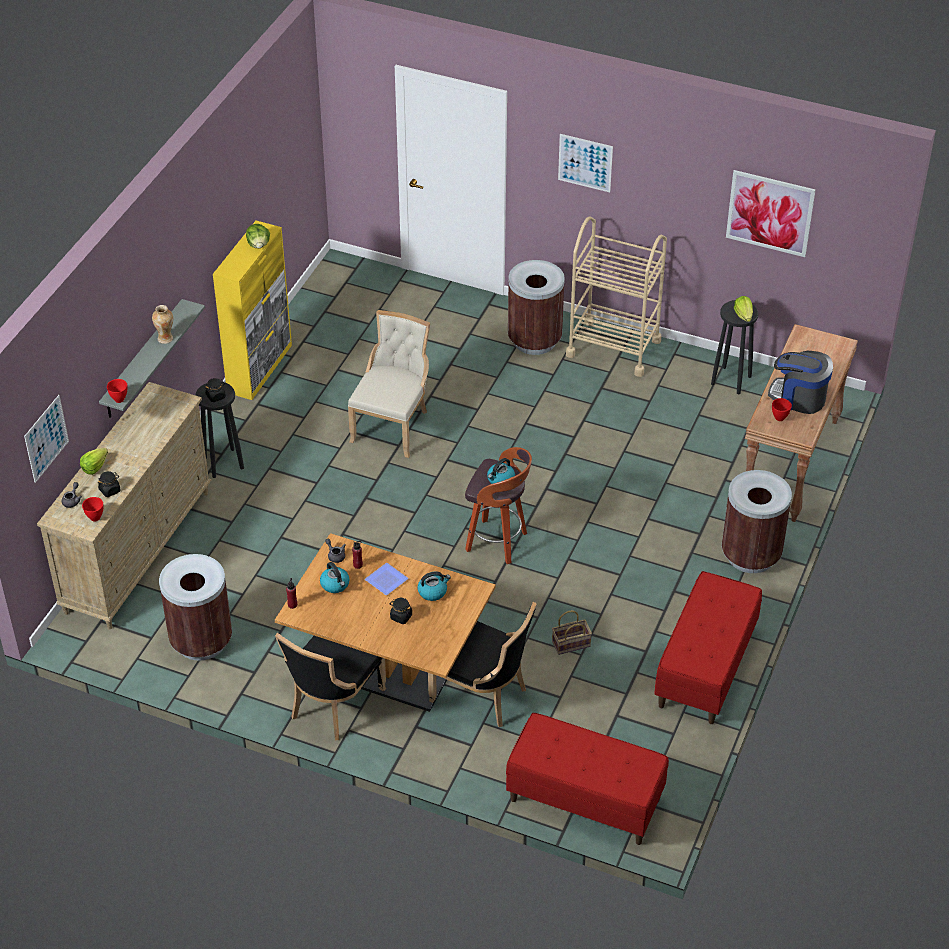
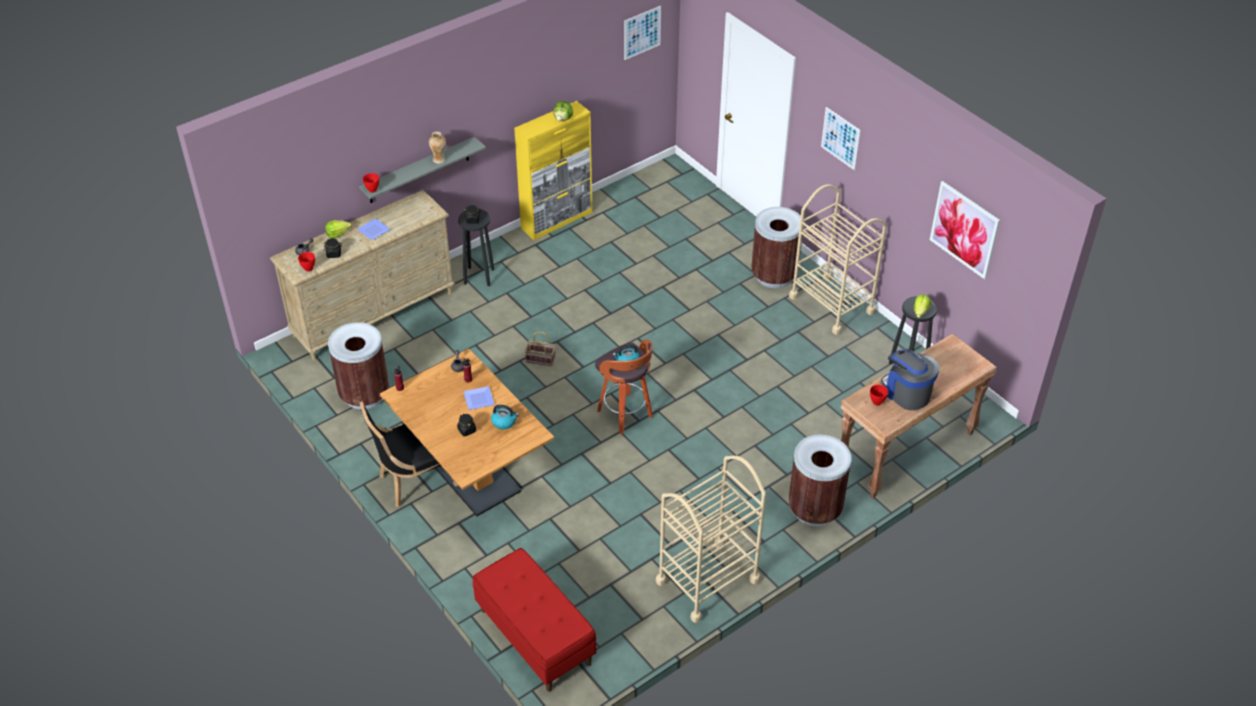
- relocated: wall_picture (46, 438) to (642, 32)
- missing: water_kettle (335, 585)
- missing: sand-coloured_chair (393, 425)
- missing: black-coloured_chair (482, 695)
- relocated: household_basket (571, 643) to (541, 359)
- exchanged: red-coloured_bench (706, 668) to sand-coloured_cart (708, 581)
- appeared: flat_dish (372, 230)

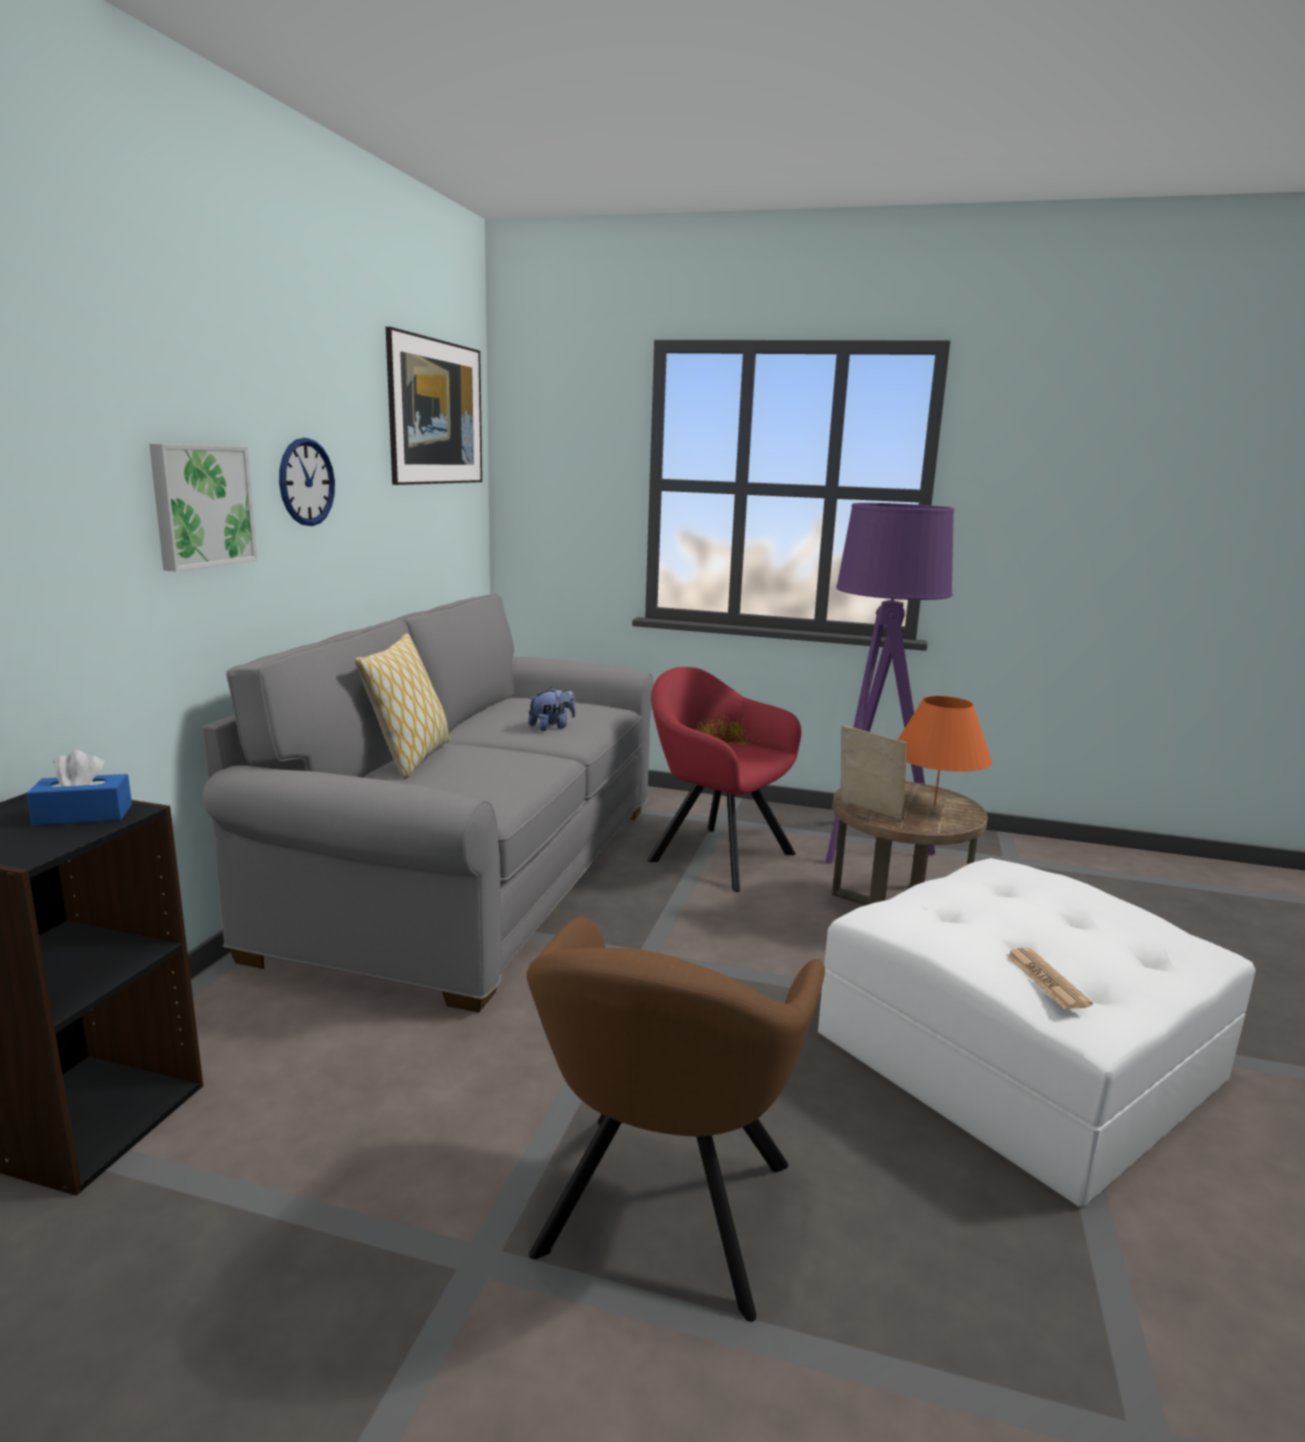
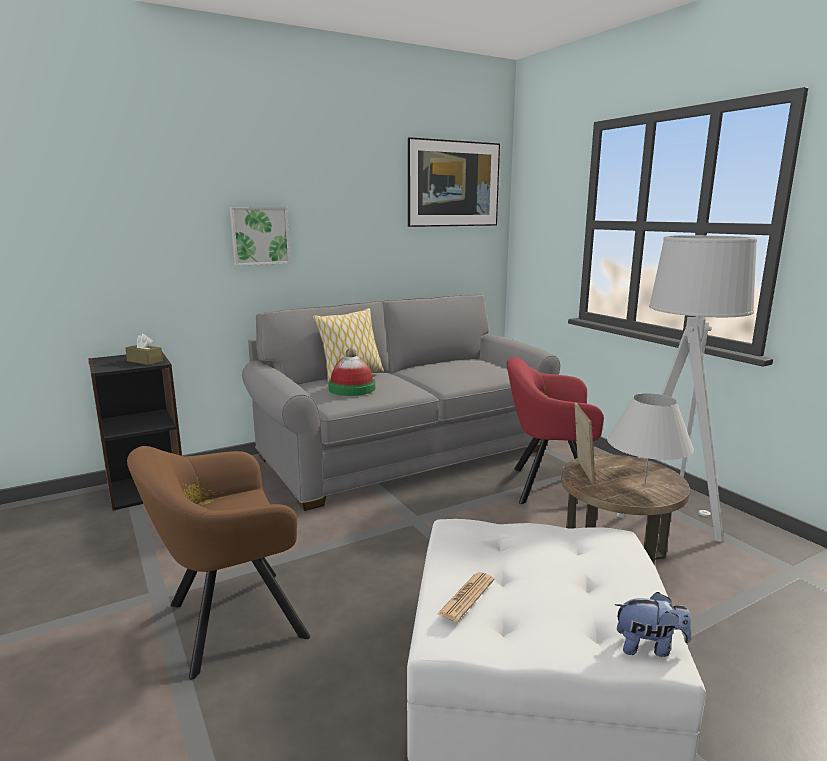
- colour: blue_tissue_box (83, 815) to brownish_tissue_box (145, 361)
- missing: clock_on_the_wall (306, 482)
- relocated: cuddly_toy (552, 727) to (649, 647)
- spun: red-coloured_easy_chair (715, 854) = (547, 486) 75 degrees counterclockwise
- colour: purple-coloured_floor_lamp (866, 845) to greyish_floor_lamp (672, 517)
- colour: orange-coloured_table_lamp (934, 805) to whitish_table_lamp (644, 483)
- appeared: clothing_hat (352, 388)

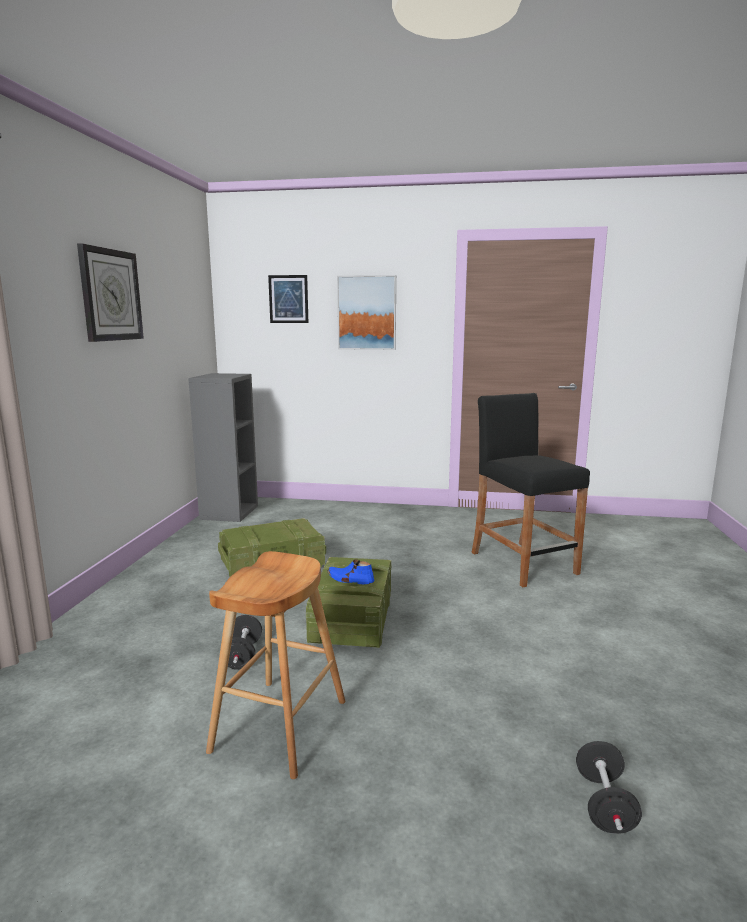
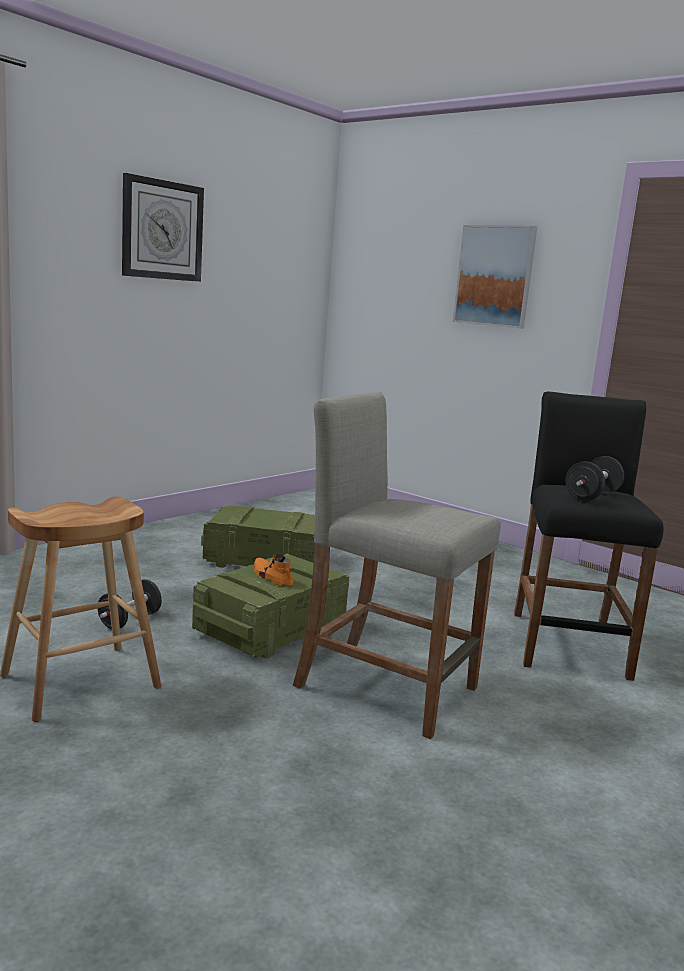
- missing: greyish_bookcase (229, 512)
- missing: wall_picture (288, 299)
- colour: blue_item_of_footwear (350, 579) to orange-coloured_item_of_footwear (271, 577)
- relocated: black-coloured_free_weight (604, 804) to (592, 496)
- appeared: sand-coloured_stool_seat (386, 687)

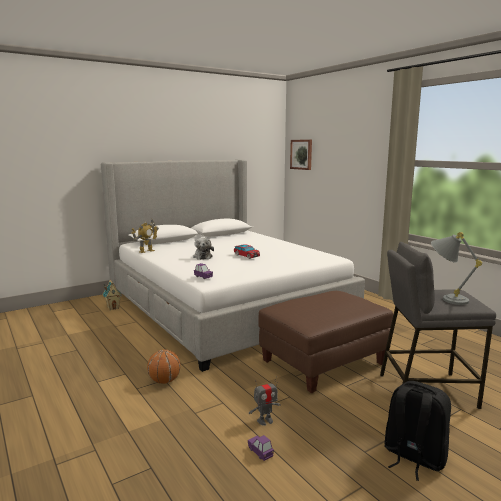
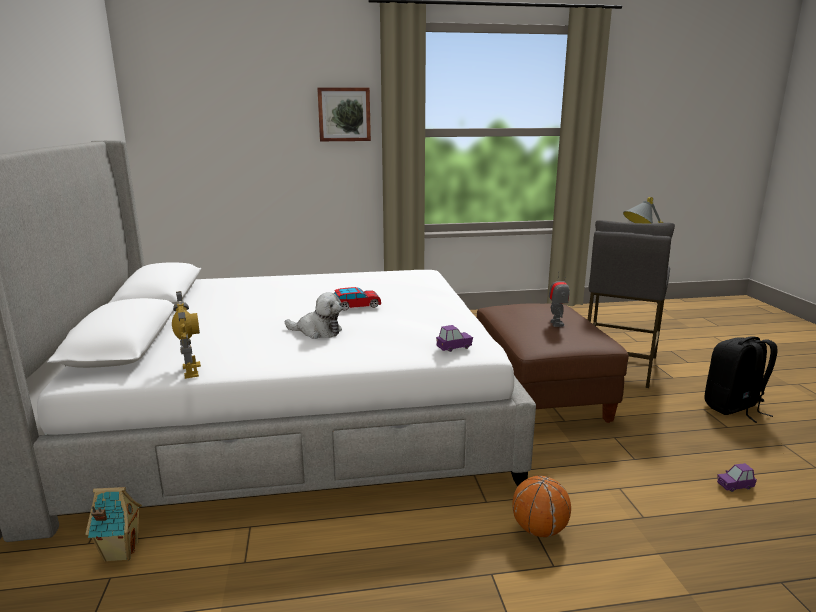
- relocated: model_robot (265, 421) to (556, 324)
- relocated: wall_picture (301, 154) to (344, 114)

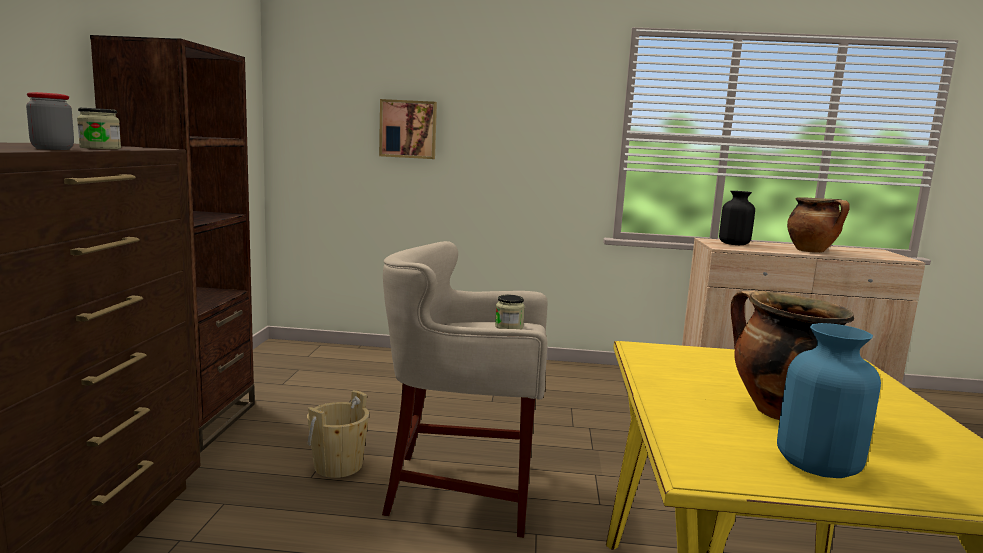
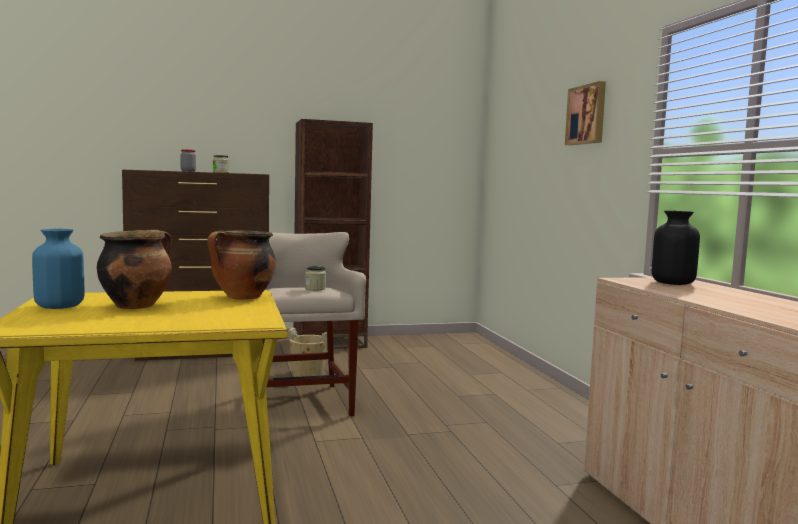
- relocated: wall_picture (408, 129) to (587, 115)
- relocated: saucepot (812, 251) to (242, 298)

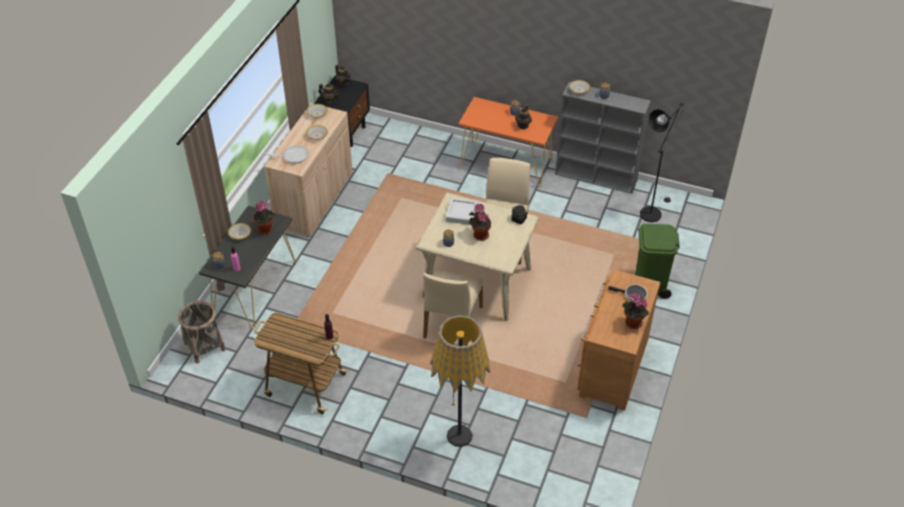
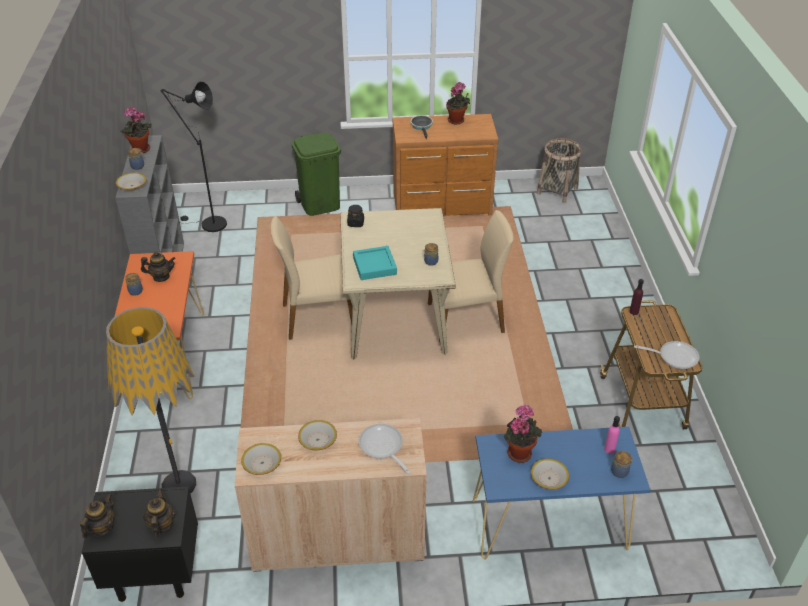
- relocated: household_basket (204, 346) to (557, 190)
- colour: black-coloured_hall_table (255, 288) to blue_hall_table (548, 524)
- relocated: floor_lamp (459, 436) to (179, 484)
- colour: greyish_carrying_tray (462, 213) to turquoise_carrying_tray (374, 266)
- relocated: plant_in_a_pot (479, 235) to (140, 150)
- appeared: pan (674, 357)

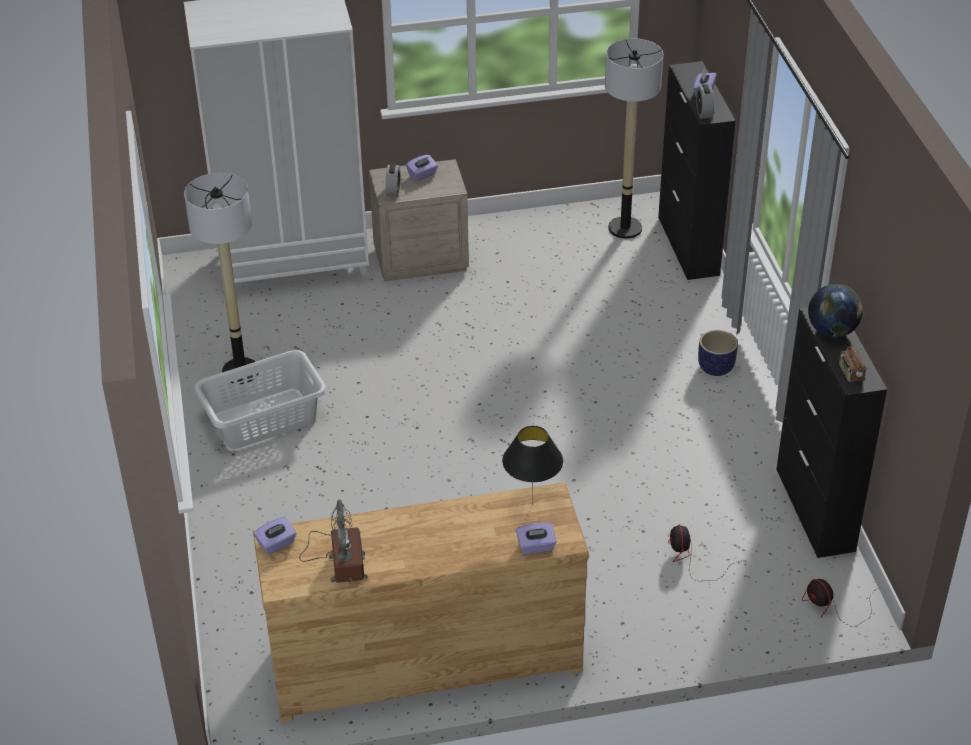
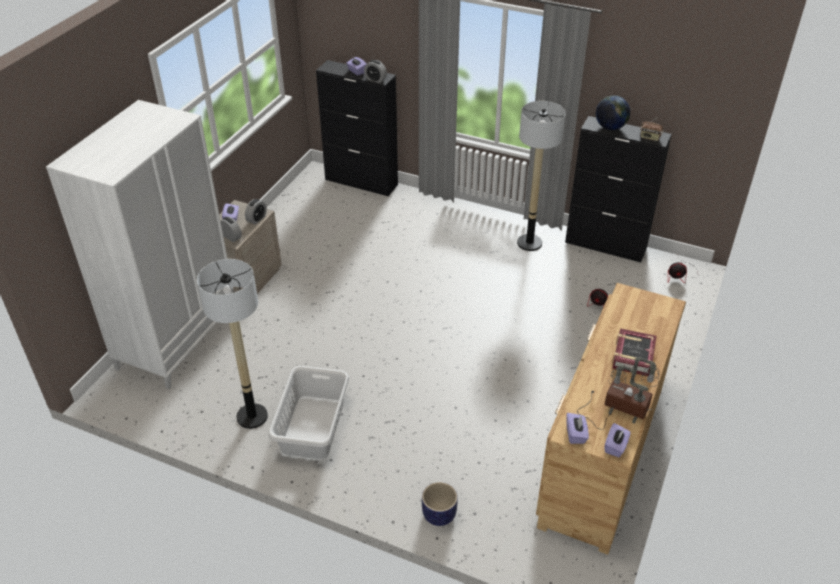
- missing: black-coloured_table_lamp (532, 505)
- relocated: purple-coloured_tissue_box (536, 547) to (616, 447)
- relocated: floor_lamp (625, 228) to (529, 243)
- relocated: plant_pot (715, 367) to (438, 515)
- appeared: table_clock (256, 219)
- appeared: volume (632, 356)

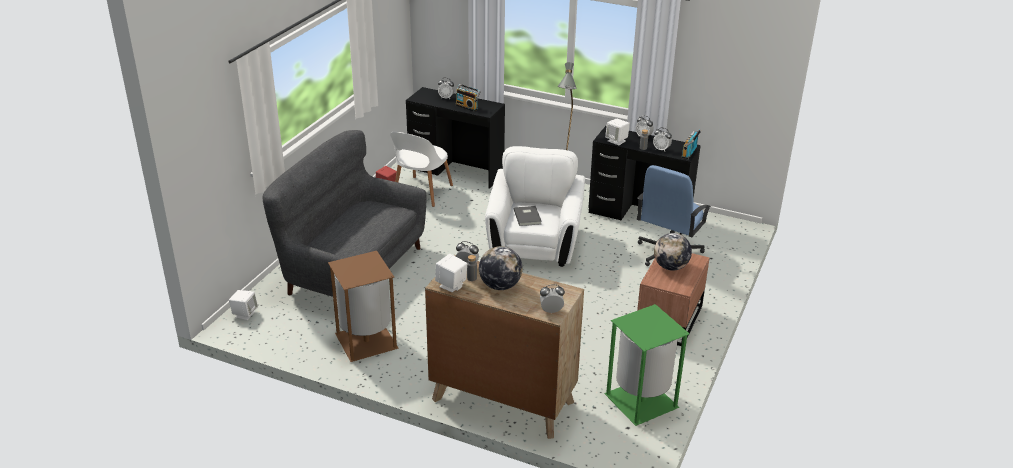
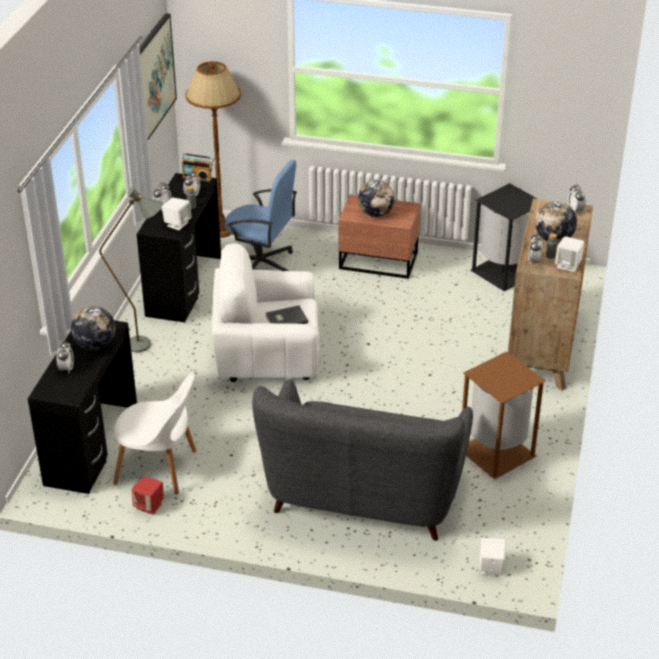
- exchanged: radio_set (467, 106) to desk_globe (95, 345)
- colour: greenish_waste_bin (641, 402) to black-coloured_waste_bin (505, 272)
- appeared: wall_picture (153, 77)
- appeared: brownish_floor_lamp (220, 230)

